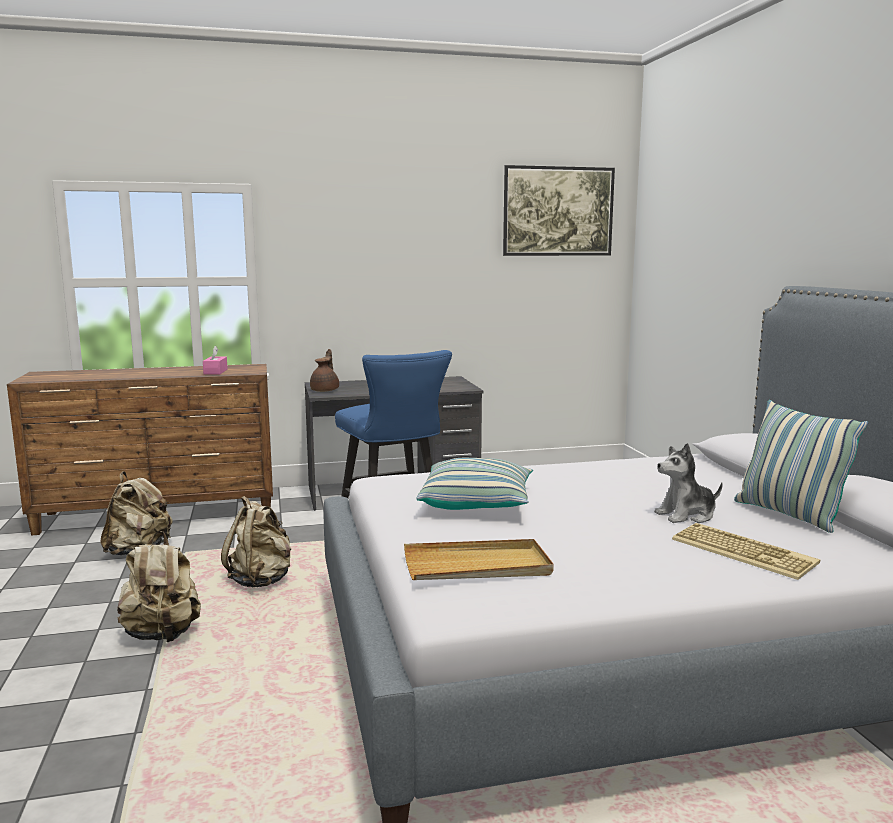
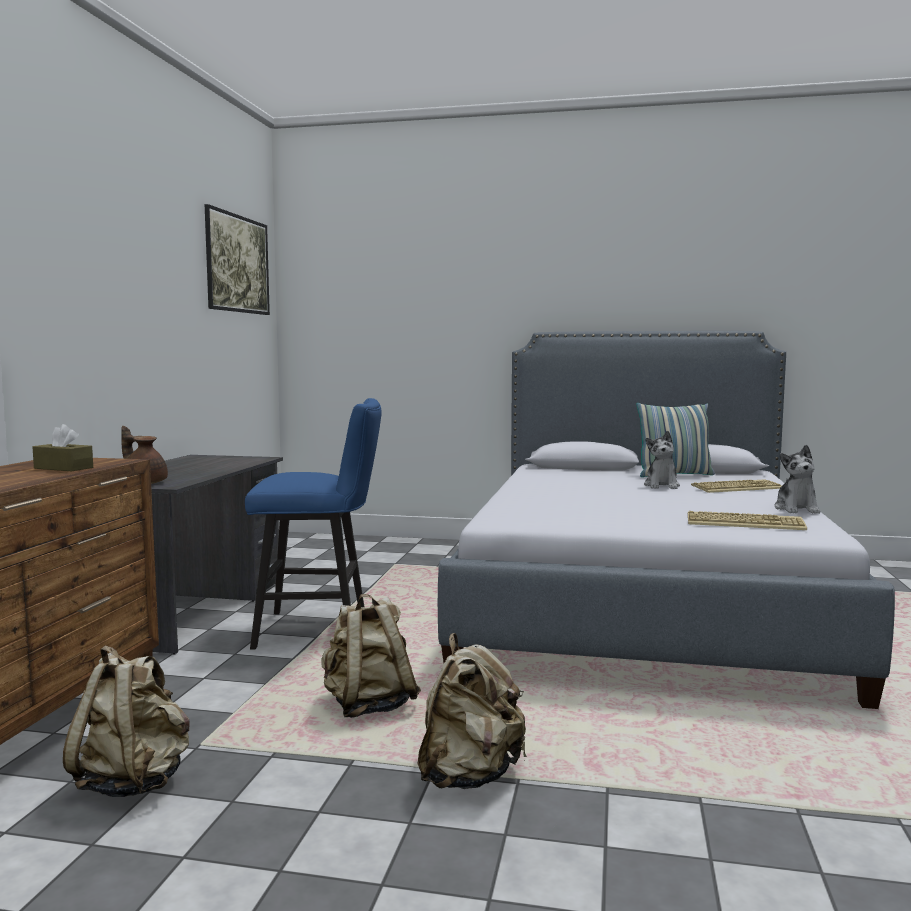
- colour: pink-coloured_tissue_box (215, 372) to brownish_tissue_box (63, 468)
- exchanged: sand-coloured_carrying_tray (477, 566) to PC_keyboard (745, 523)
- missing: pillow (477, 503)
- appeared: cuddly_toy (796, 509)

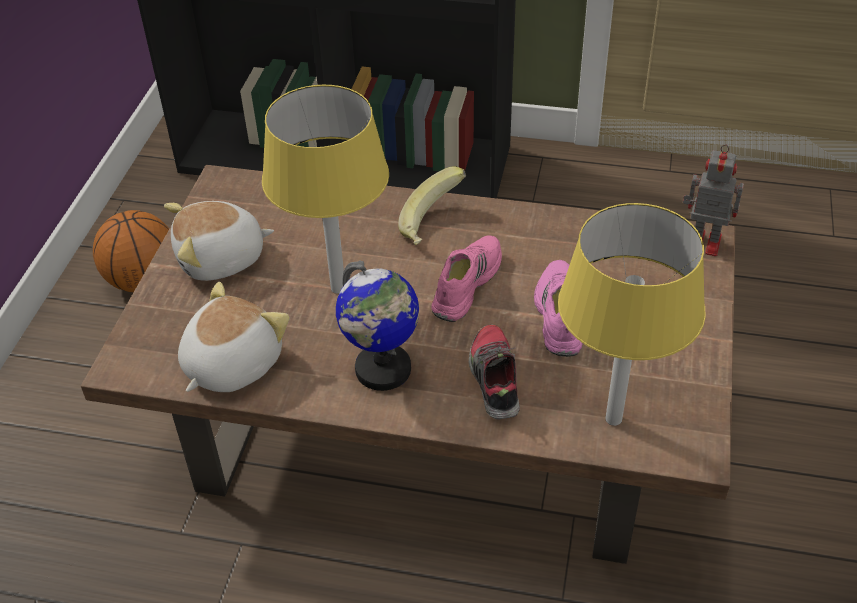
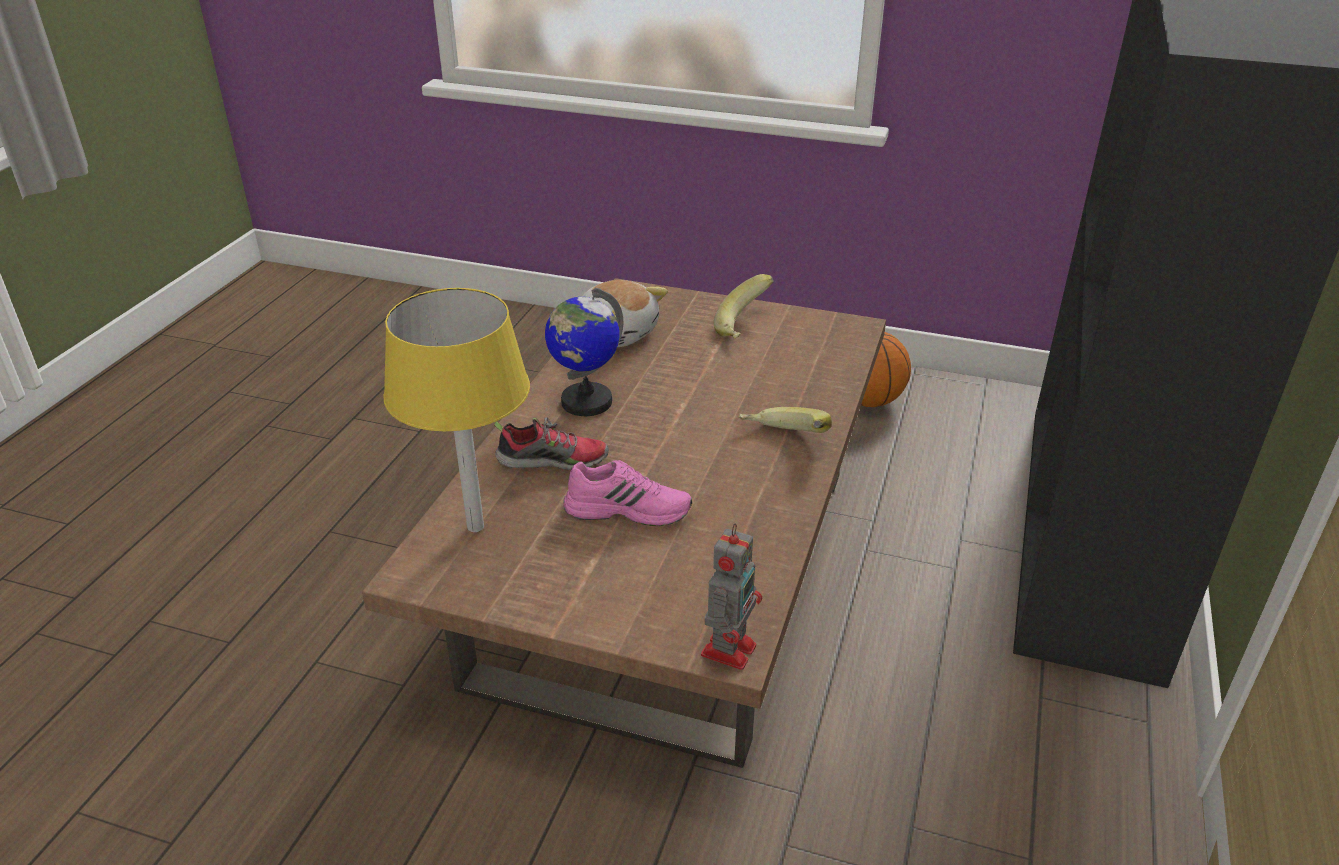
- exchanged: cuddly_toy (221, 259) to banana_fruit (745, 328)
- missing: yellow-coloured_table_lamp (337, 288)
- missing: pink-coloured_item_of_footwear (465, 284)

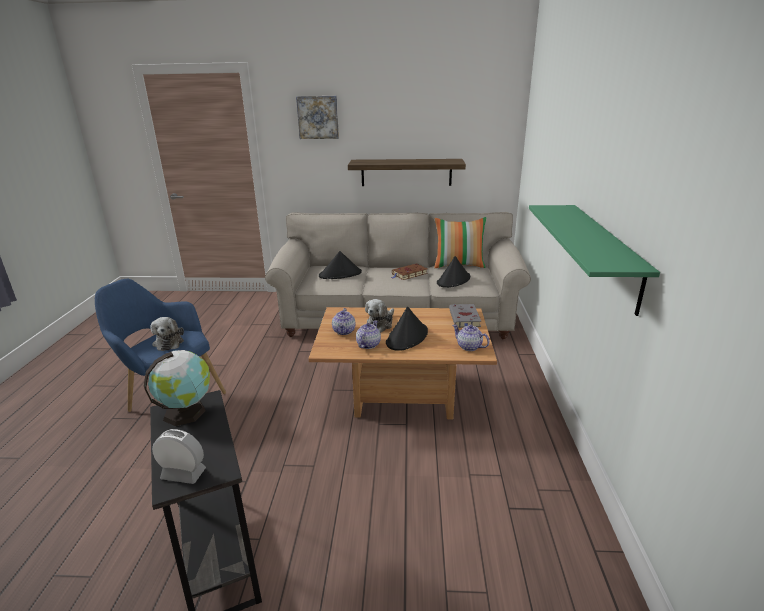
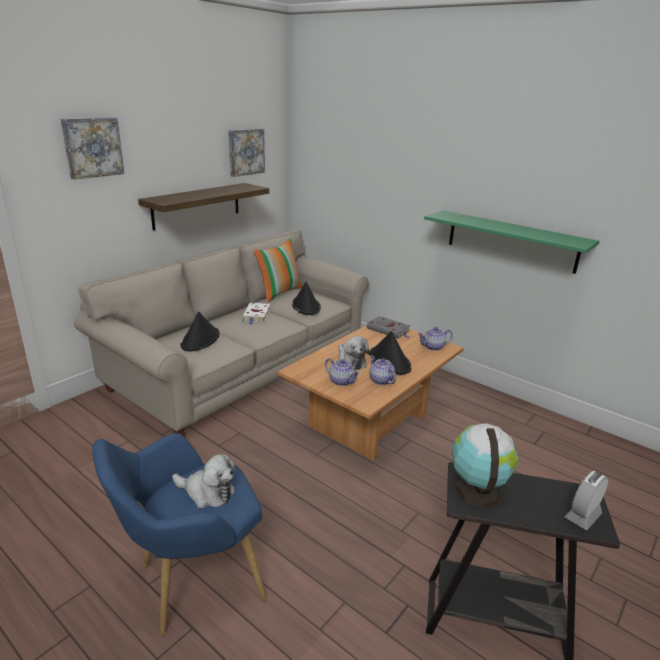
- colour: brownish_volume (409, 274) to whitish_volume (256, 315)
- appeared: wall_picture (245, 152)

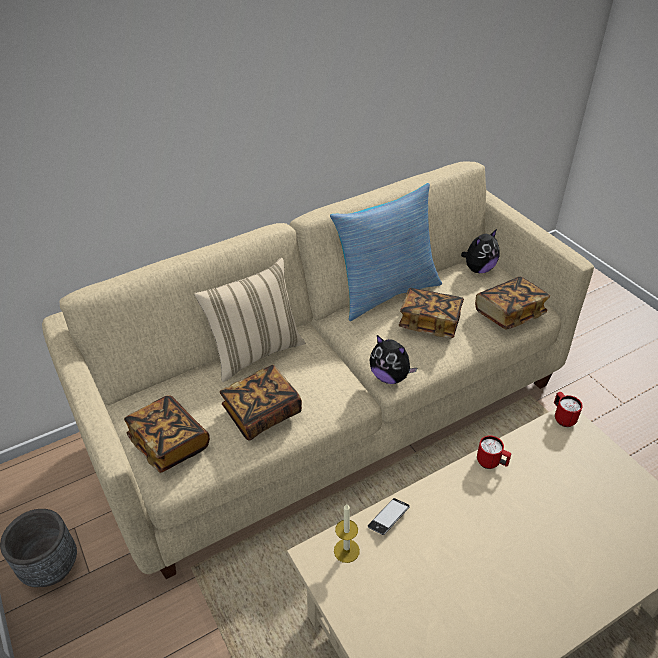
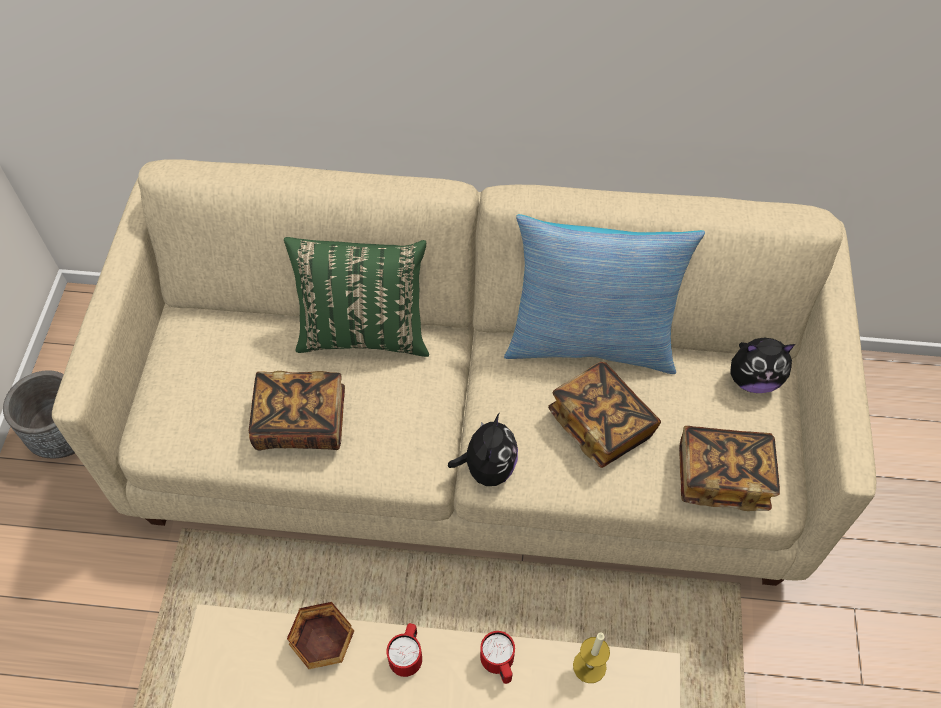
- missing: volume (169, 443)
- colour: sand-coloured_pillow (256, 352) to greenish_pillow (364, 333)
- relocated: candle (346, 550) to (589, 666)
- exchanged: telephone (388, 518) to deep_dish (324, 645)
- spun: cuddly_toy (390, 376) = (487, 467) 150 degrees counterclockwise
- relocated: red-coloured_coffee_mug (562, 417) to (407, 656)

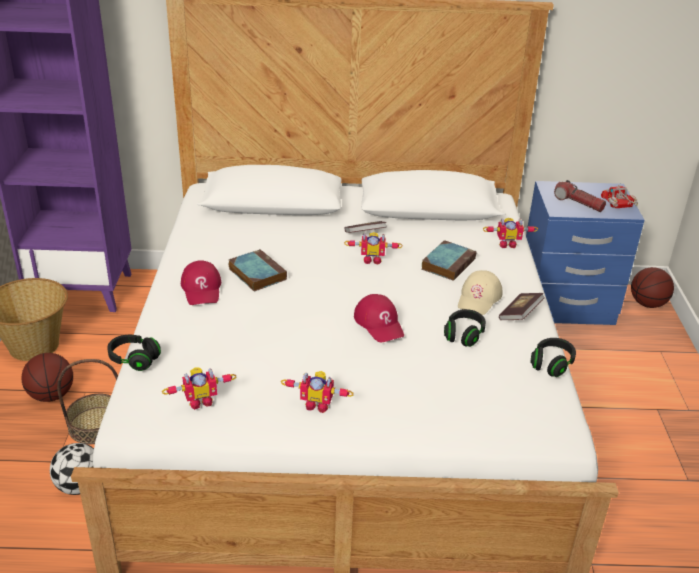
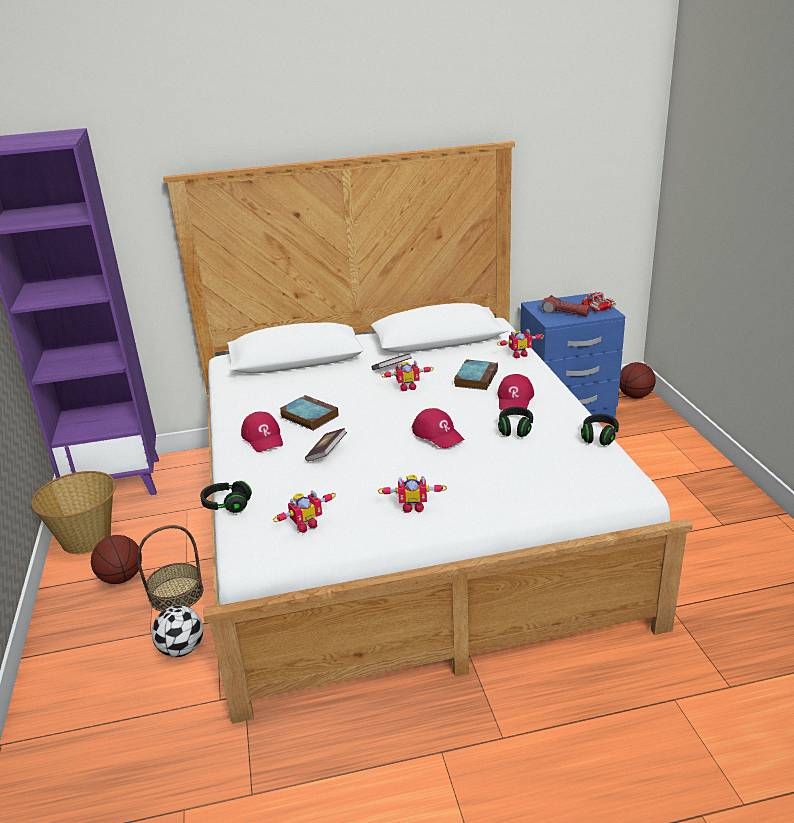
- colour: sand-coloured_baseball_cap (479, 298) to red-coloured_baseball_cap (515, 399)
- relocated: volume (520, 314) to (326, 453)

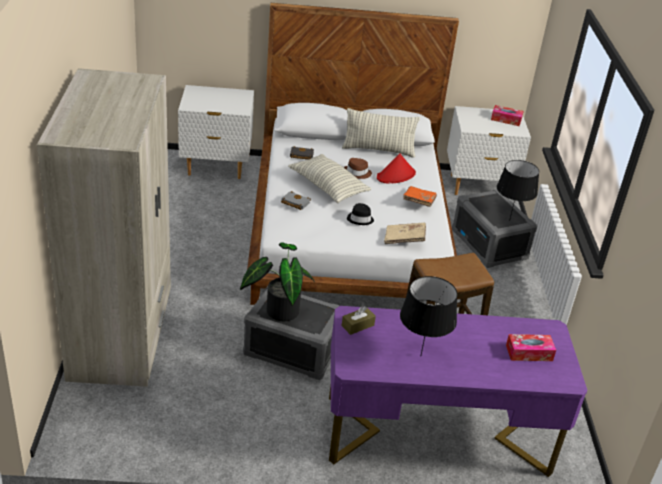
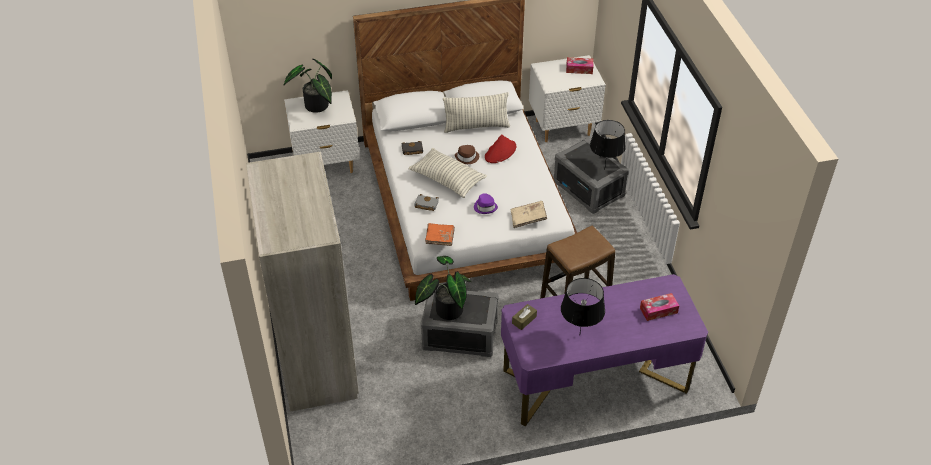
- colour: black-coloured_clothing_hat (360, 219) to purple-coloured_clothing_hat (485, 207)
- relocated: orange-coloured_volume (418, 202) to (439, 239)
- appeared: plant_in_a_pot (316, 107)

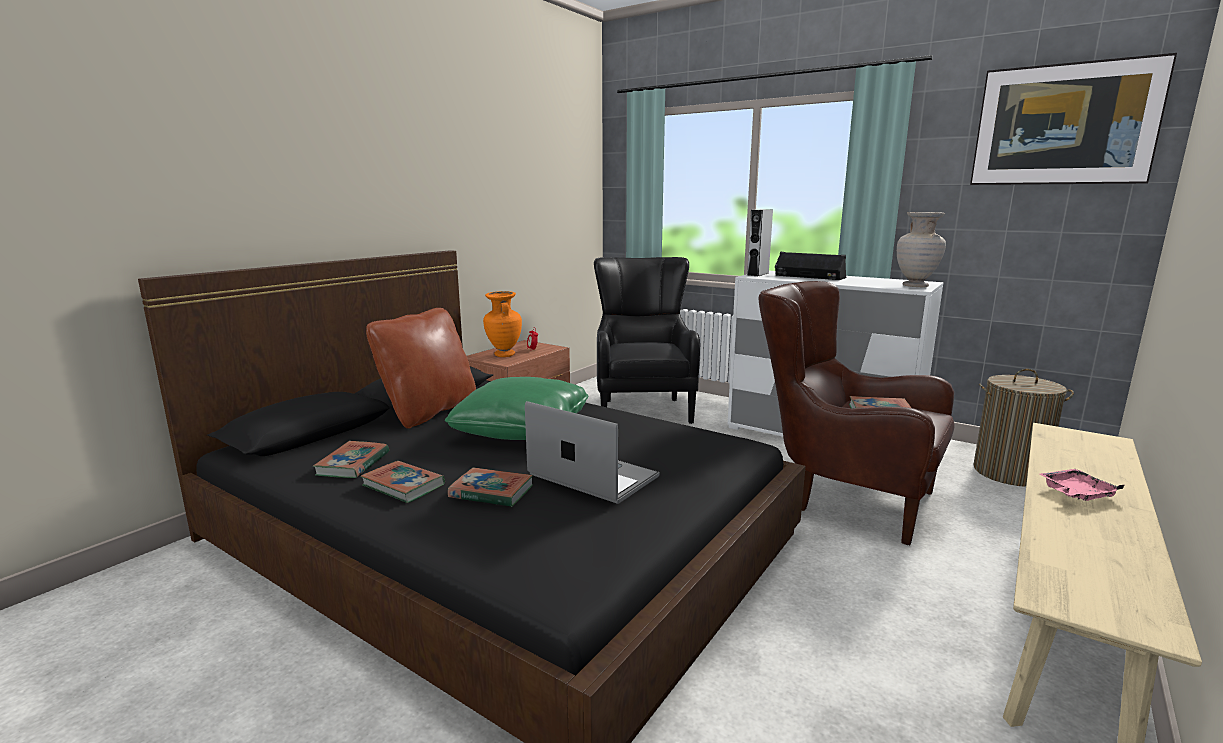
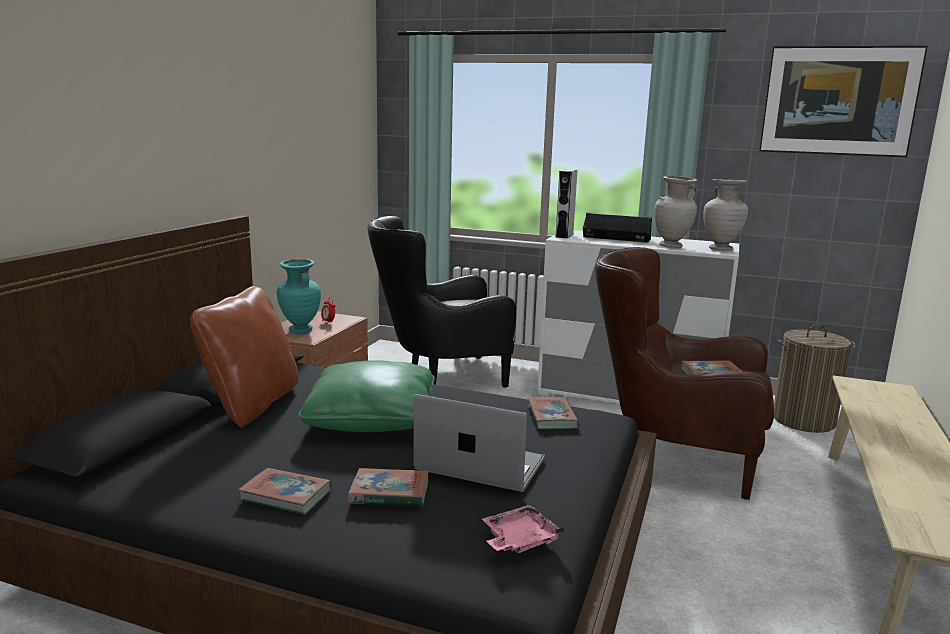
- relocated: volume (353, 464) to (552, 417)
- colour: orange-coloured_decorative_vase (504, 355) to turquoise_decorative_vase (300, 330)
- spun: black-coloured_easy_chair (642, 406) = (440, 375) 90 degrees counterclockwise
- relocated: pink-coloured_carrying_tray (1075, 493) to (519, 540)
- appeared: sand-coloured_decorative_vase (671, 246)

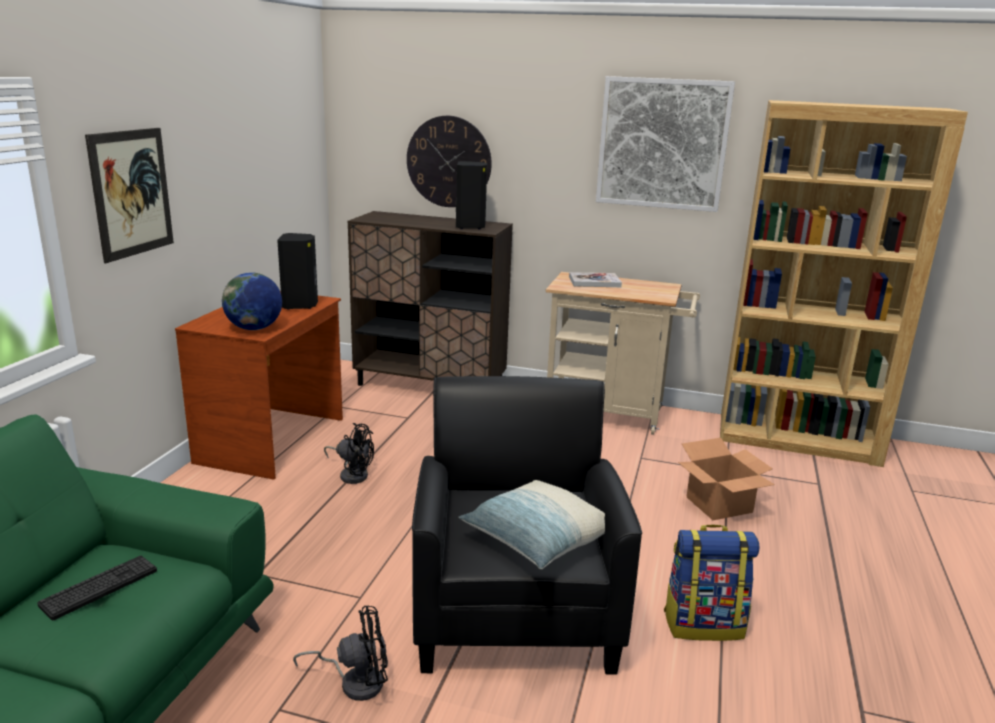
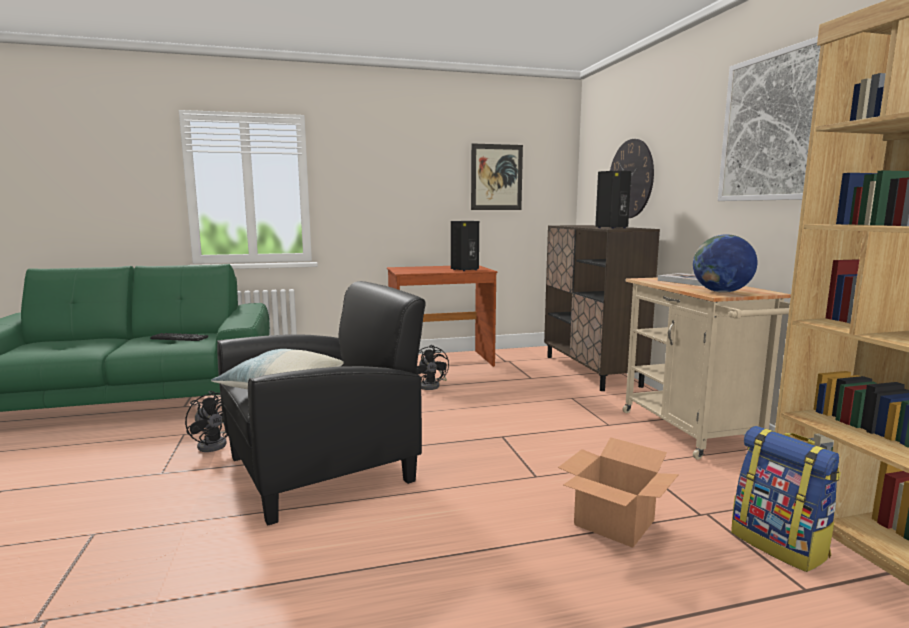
- relocated: wall_picture (132, 193) to (496, 177)
- relocated: desk_globe (254, 328) to (721, 292)
- relocated: backpack (704, 624) to (780, 545)

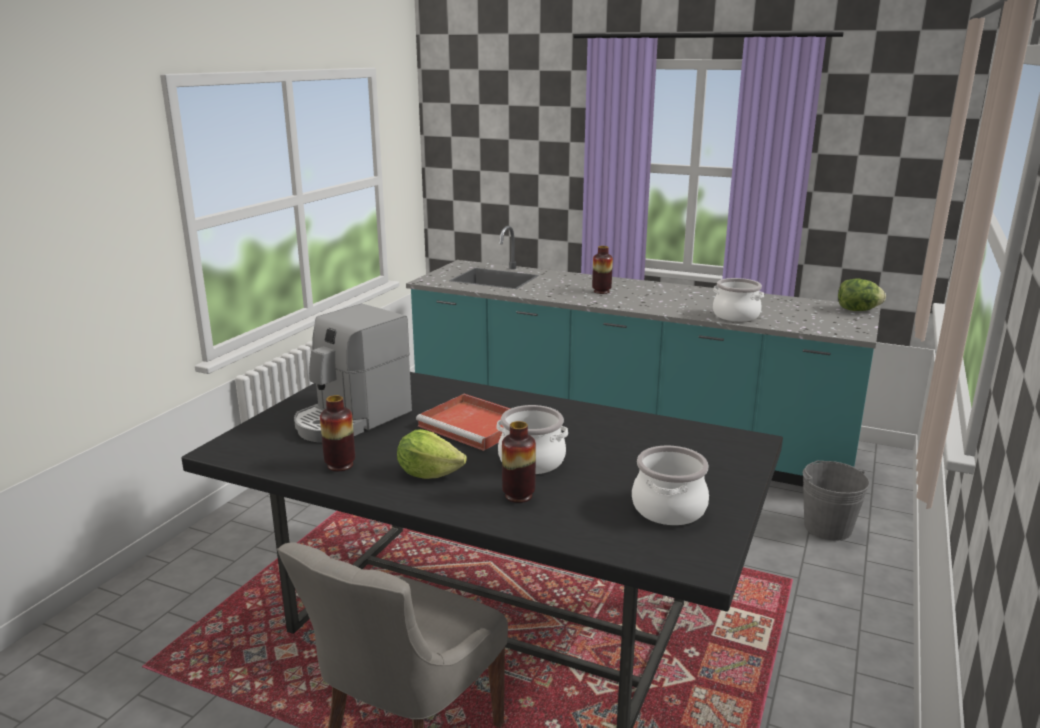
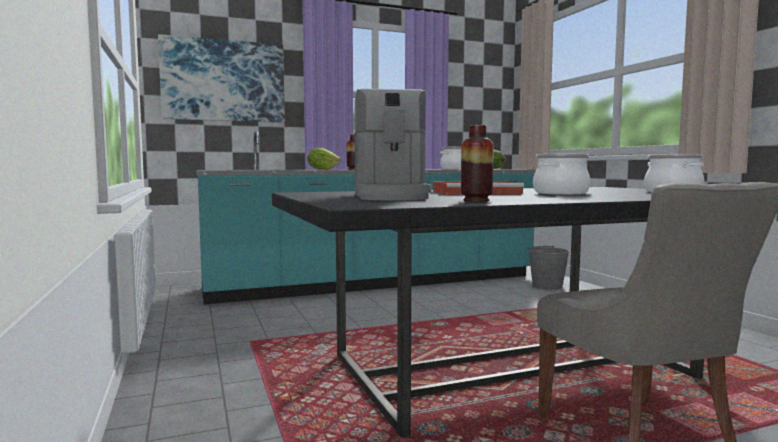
- relocated: lettuce (428, 473) to (322, 169)
- missing: decorative_vase (518, 496)
- appeared: wall_picture (224, 81)

